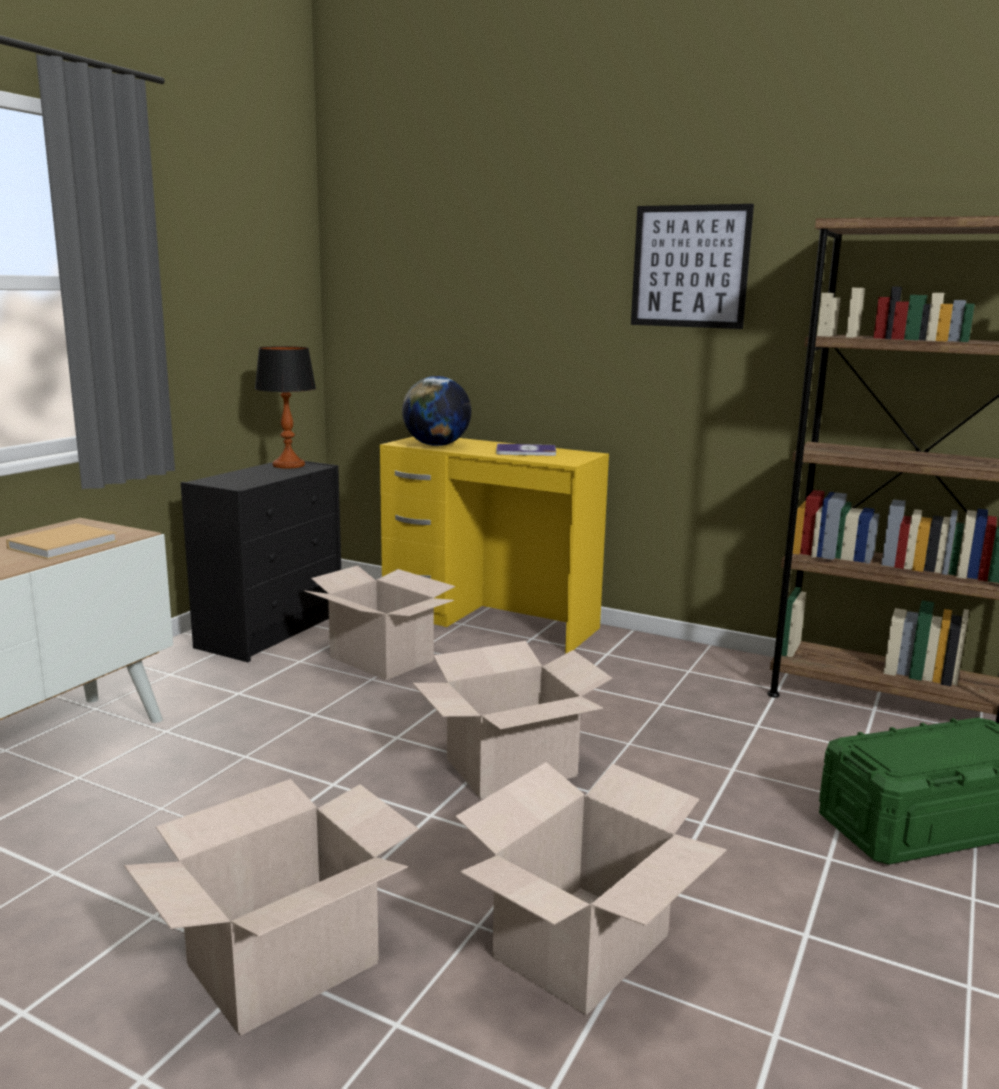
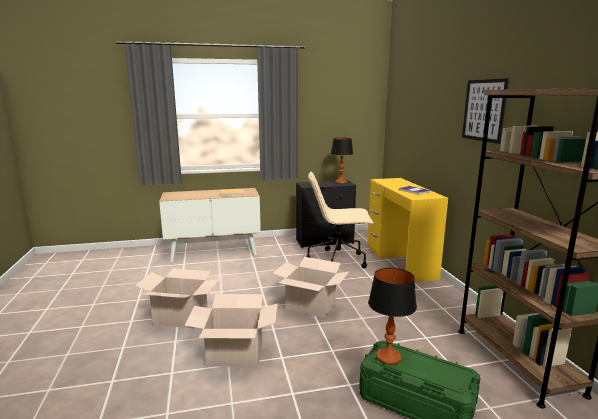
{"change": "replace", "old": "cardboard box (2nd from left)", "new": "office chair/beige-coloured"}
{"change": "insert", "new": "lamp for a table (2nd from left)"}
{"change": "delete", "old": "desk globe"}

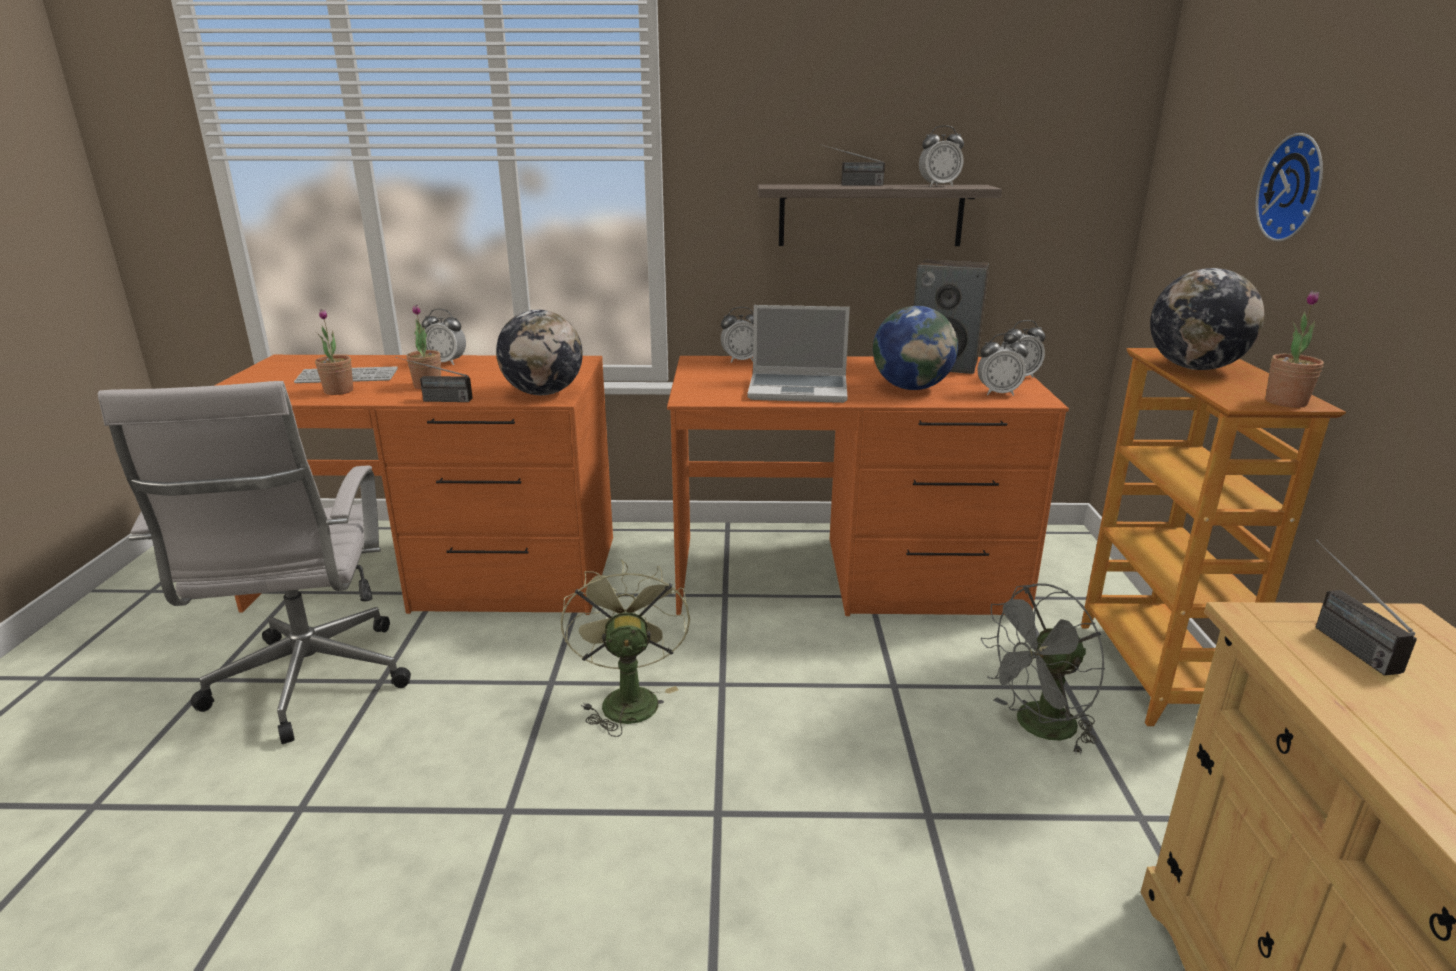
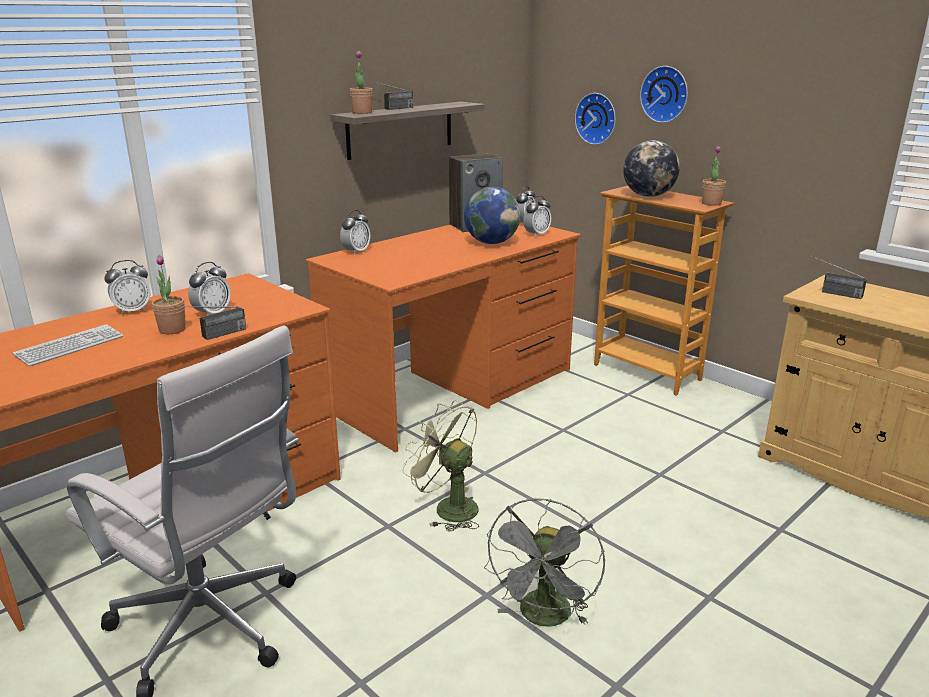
{"change": "move", "old": "alarm clock (3rd from left in the first image)", "new": "alarm clock (2nd from left)"}
{"change": "move", "old": "plant in a pot (1st from left in the first image)", "new": "plant in a pot (2nd from left)"}
{"change": "move", "old": "cooling fan/gray"}
{"change": "insert", "new": "hanging clock (1st from left)"}
{"change": "delete", "old": "desk globe (1st from left)"}
{"change": "delete", "old": "laptop"}

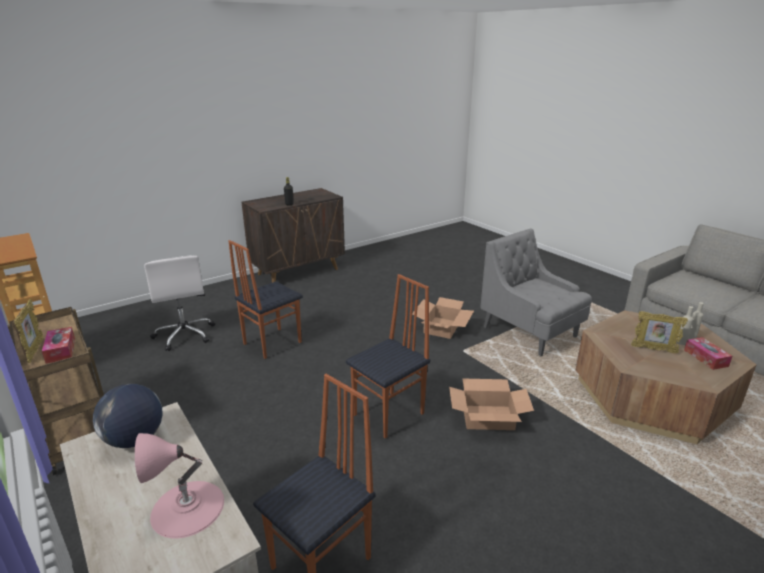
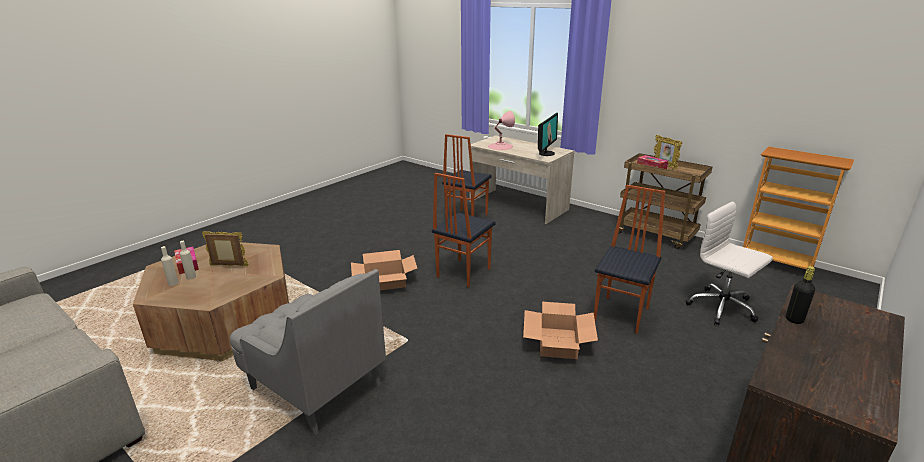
{"change": "move", "old": "cardboard box (1st from left in the first image)", "new": "cardboard box (2nd from left)"}
{"change": "replace", "old": "desk globe", "new": "computer display"}

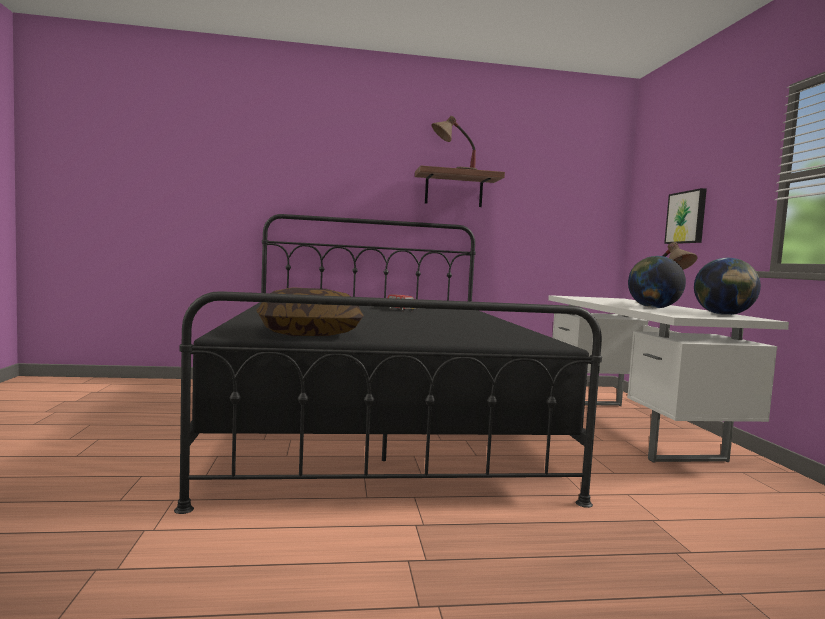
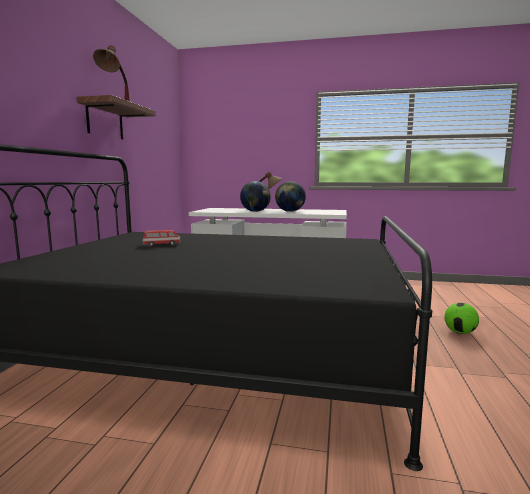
{"change": "move", "old": "desk globe (2nd from left in the first image)", "new": "desk globe (1st from left)"}
{"change": "insert", "new": "football ball"}
{"change": "delete", "old": "pillow"}
{"change": "delete", "old": "wall picture"}

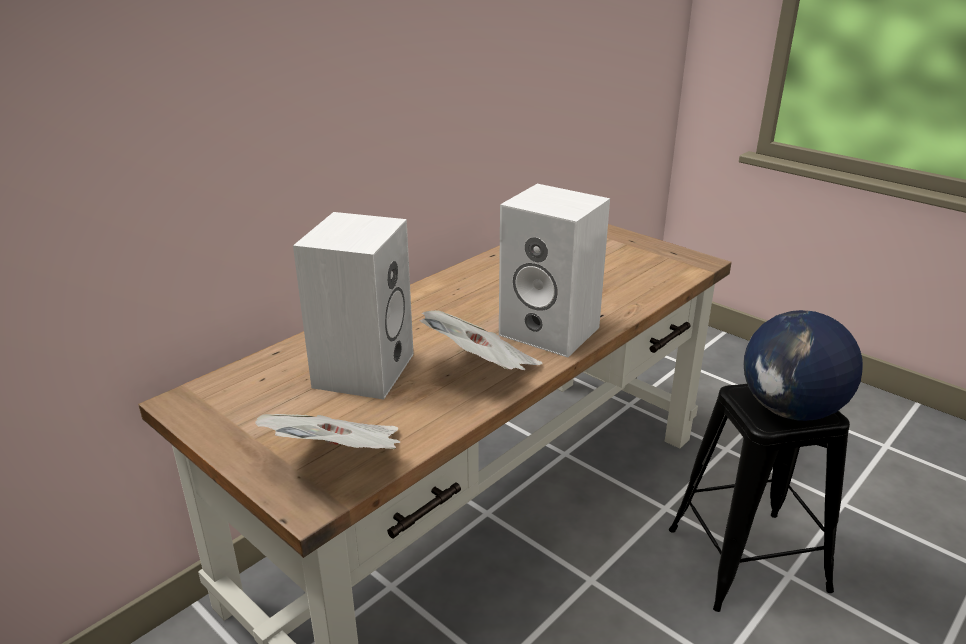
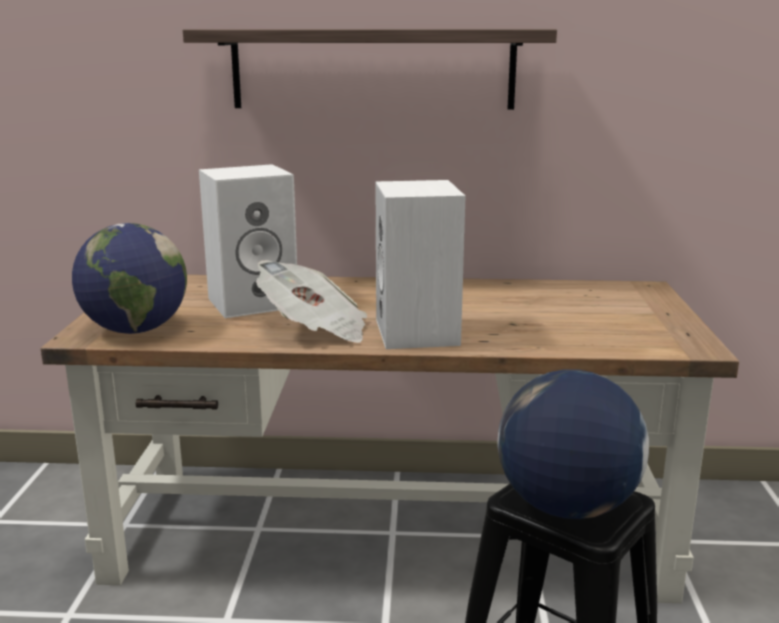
{"change": "replace", "old": "newspaper (1st from left)", "new": "desk globe (1st from left)"}
{"change": "insert", "new": "shelf"}

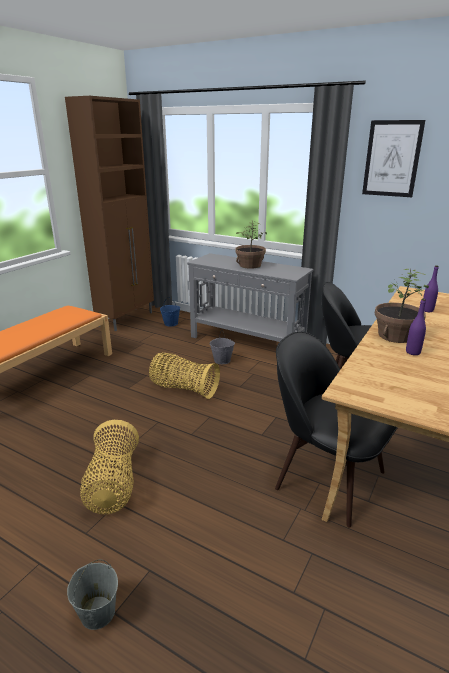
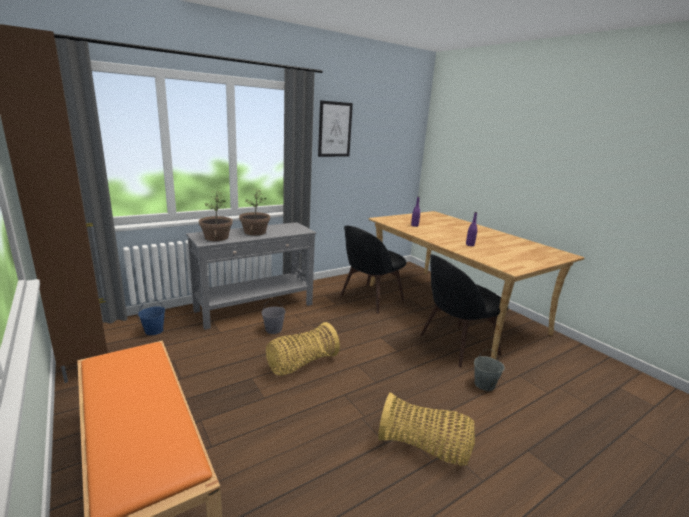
{"change": "move", "old": "plant in a pot (2nd from left in the first image)", "new": "plant in a pot (1st from left)"}
{"change": "move", "old": "pail/gray (1st from left in the first image)", "new": "pail/gray (2nd from left)"}

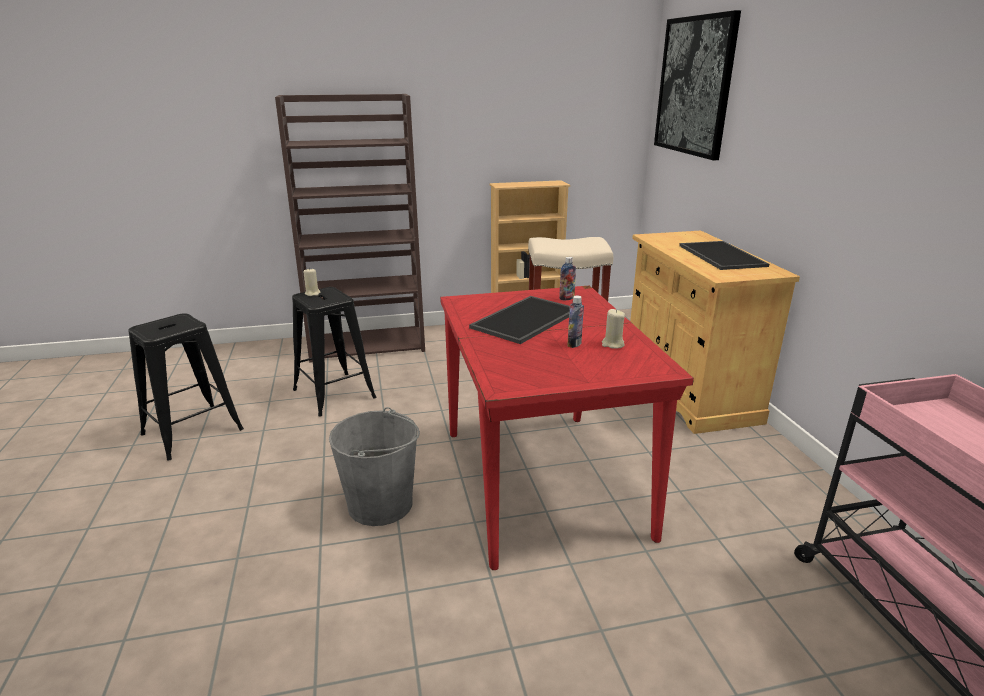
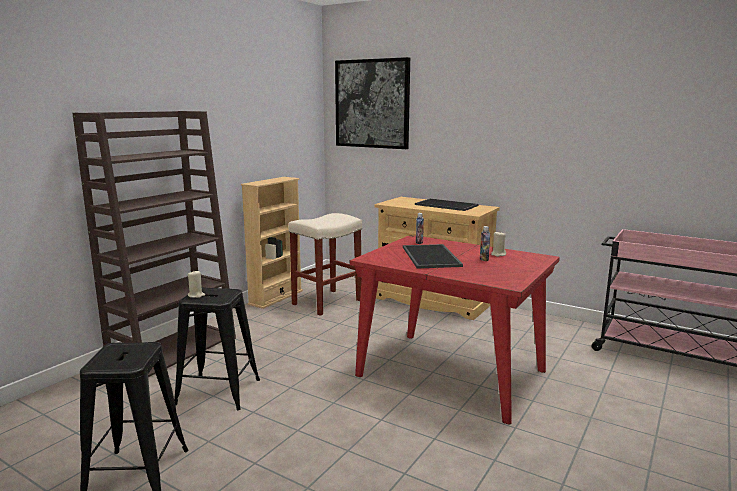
{"change": "delete", "old": "pail/gray"}

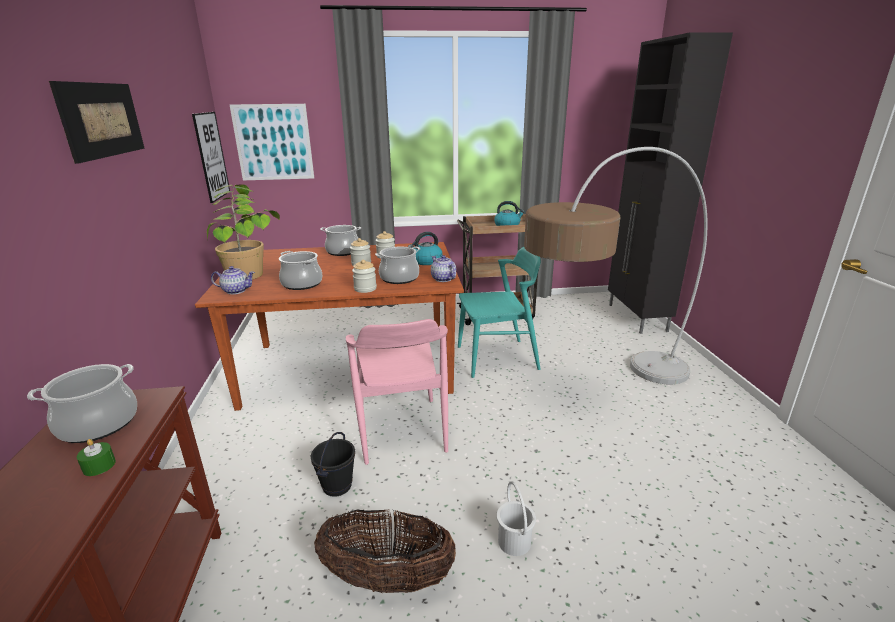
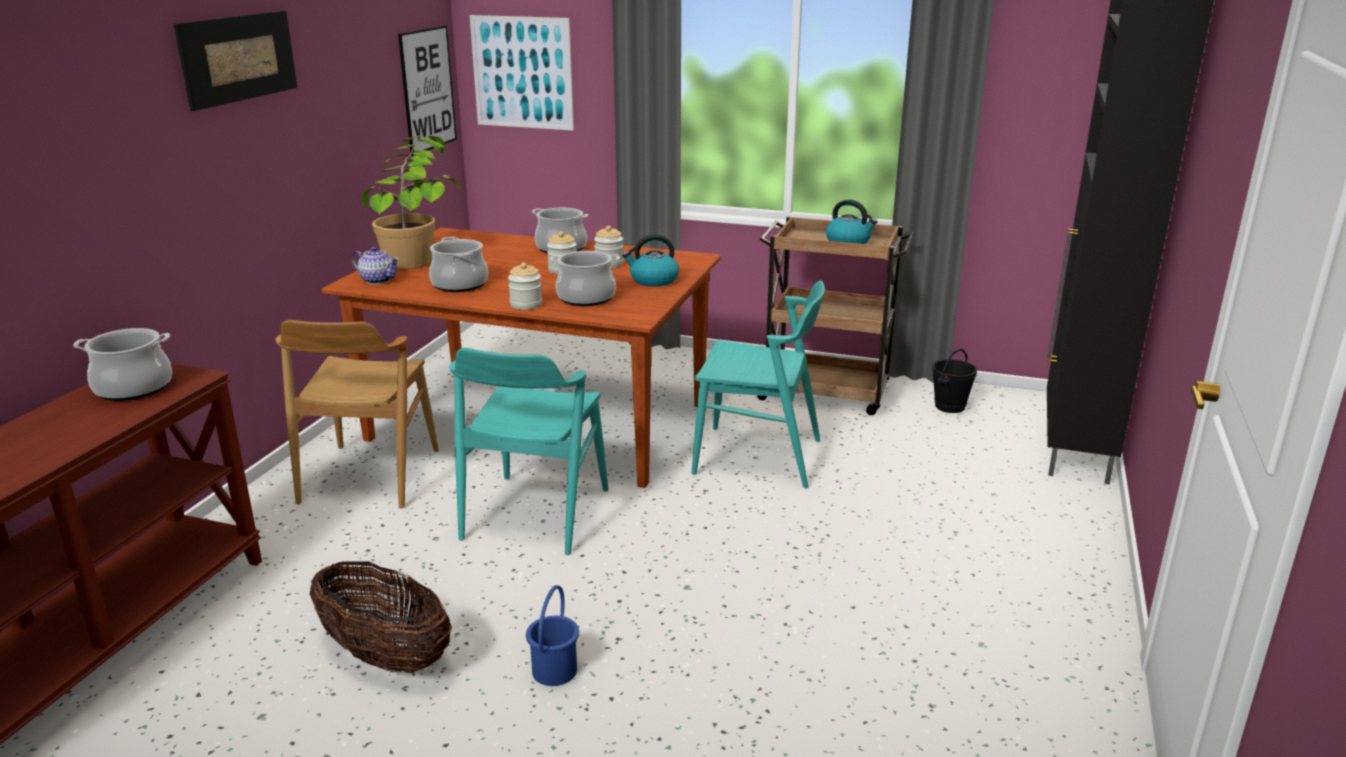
{"change": "insert", "new": "plain chair/brown-coloured"}
{"change": "recolor", "old": "plain chair/pink-coloured", "new": "plain chair/blue-green (1st from left)"}
{"change": "recolor", "old": "pail/white", "new": "pail/bluish"}
{"change": "move", "old": "pail/black"}
{"change": "delete", "old": "candle/green-coloured"}
{"change": "delete", "old": "tea pot (2nd from left)"}
{"change": "delete", "old": "standing lamp"}

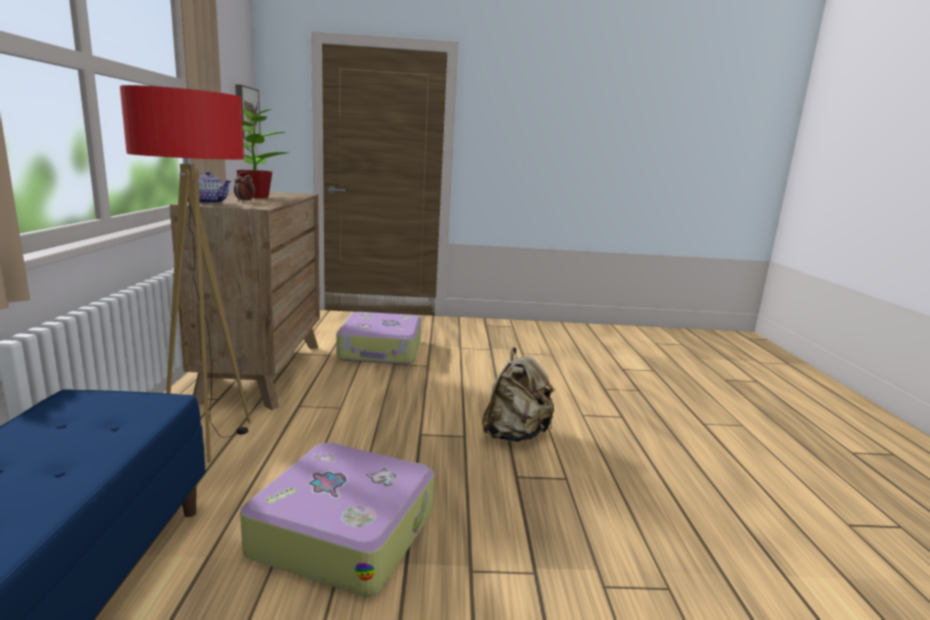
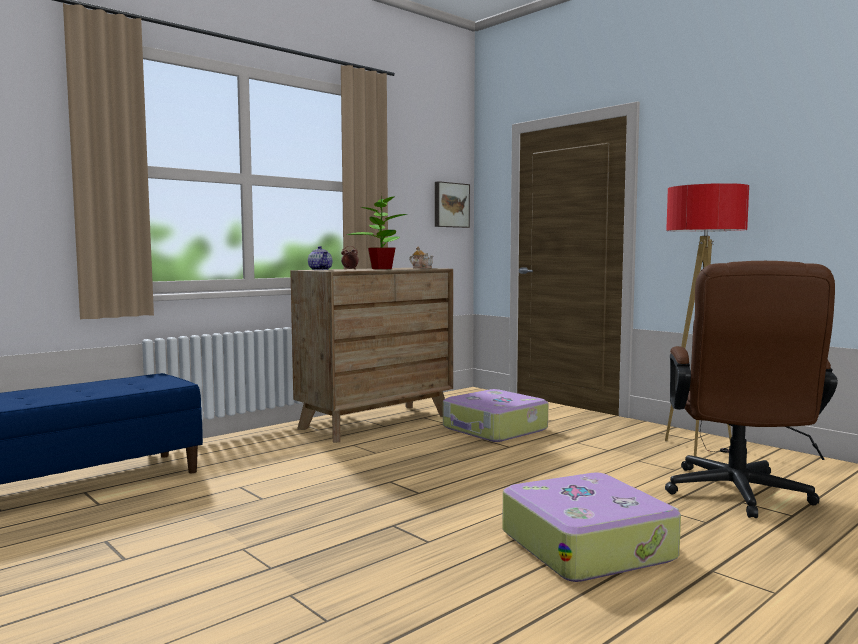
{"change": "insert", "new": "tea pot (2nd from left)"}
{"change": "move", "old": "travel case (1st from left in the first image)", "new": "travel case (2nd from left)"}
{"change": "move", "old": "standing lamp"}
{"change": "insert", "new": "office chair/brown-coloured"}
{"change": "delete", "old": "backpack/beige-coloured"}

